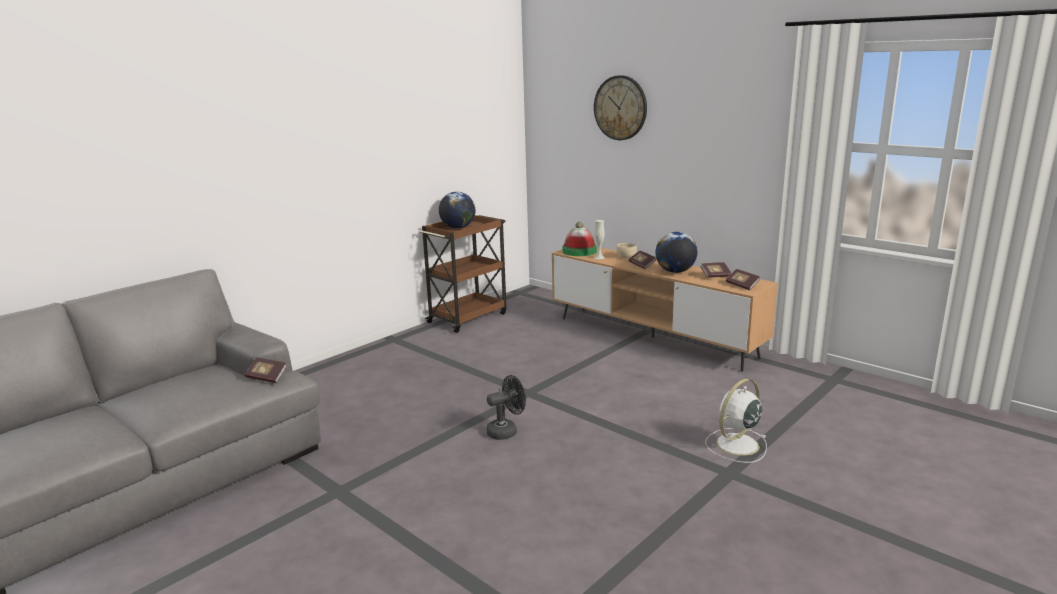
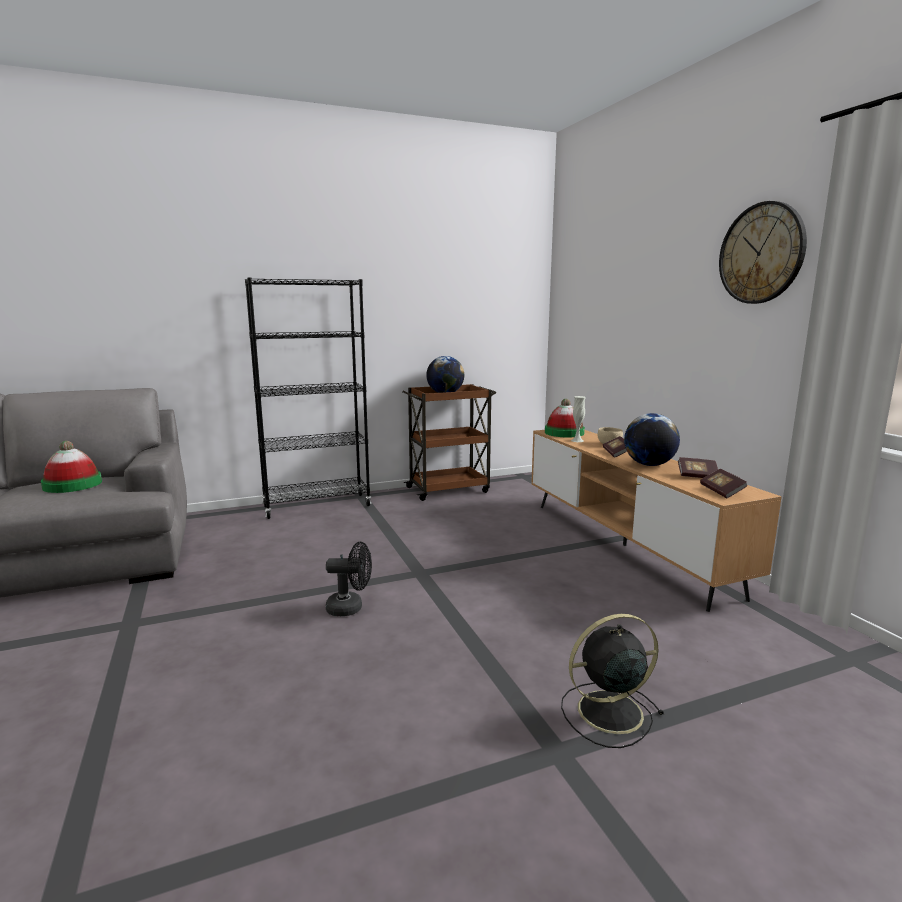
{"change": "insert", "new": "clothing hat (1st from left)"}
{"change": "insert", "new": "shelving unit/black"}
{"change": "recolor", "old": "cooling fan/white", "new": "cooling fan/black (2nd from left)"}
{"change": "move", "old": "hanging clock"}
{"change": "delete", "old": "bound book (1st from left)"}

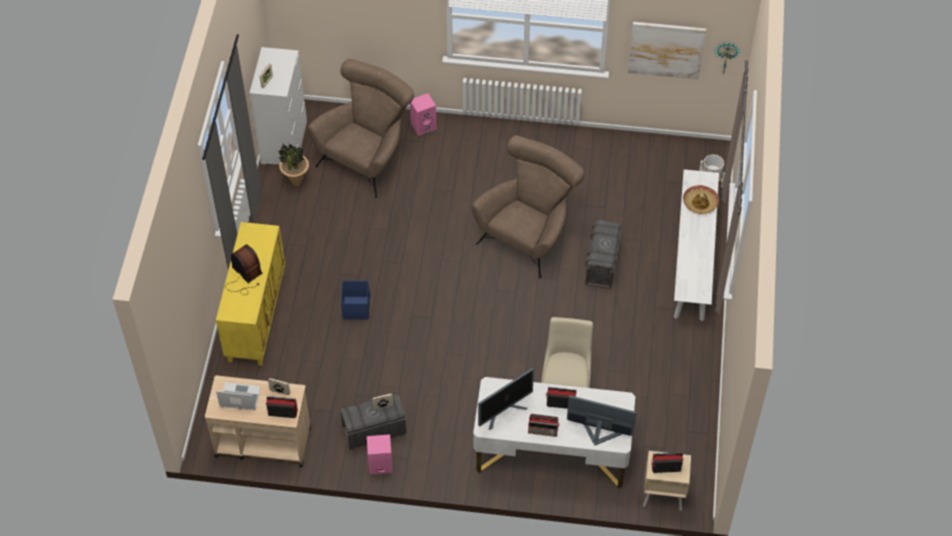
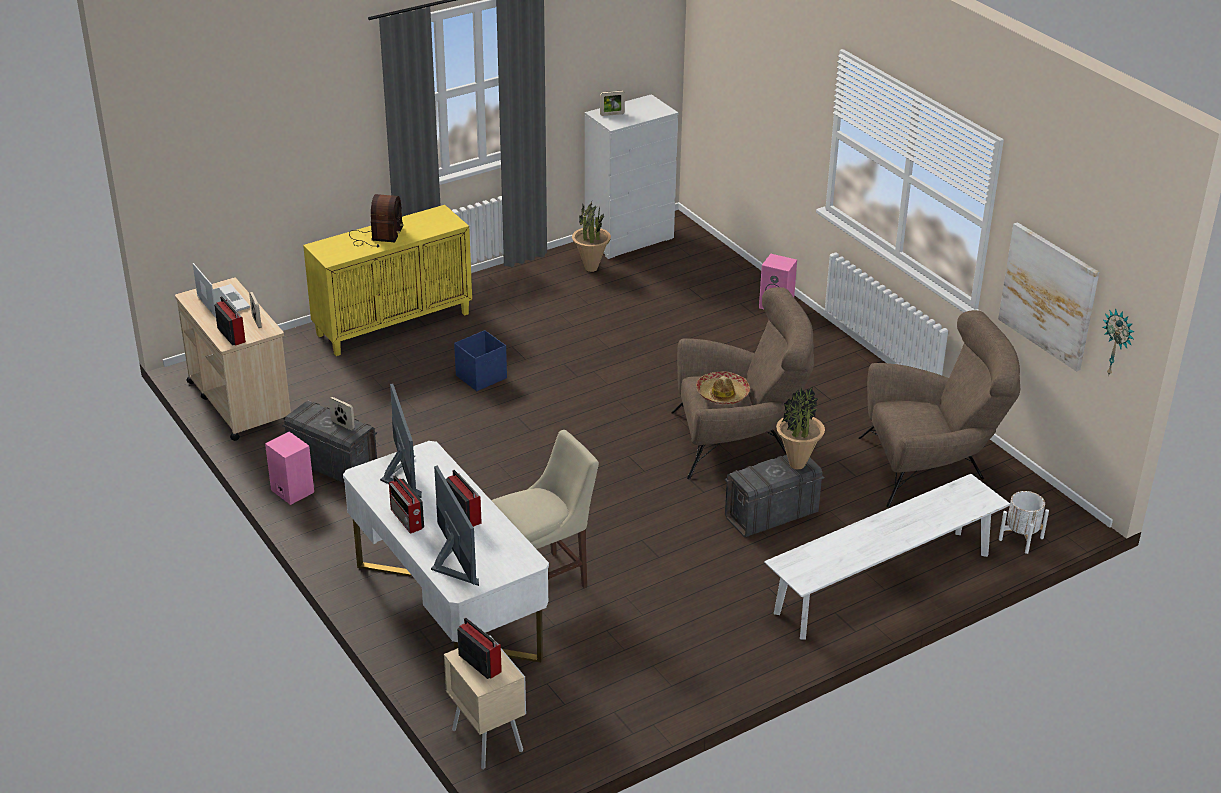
{"change": "rotate", "old": "computer display (1st from left)", "degrees": -120}
{"change": "move", "old": "clothing hat"}
{"change": "insert", "new": "plant in a pot (2nd from left)"}
{"change": "move", "old": "armchair/brown-coloured (1st from left in the first image)", "new": "armchair/brown-coloured (2nd from left)"}

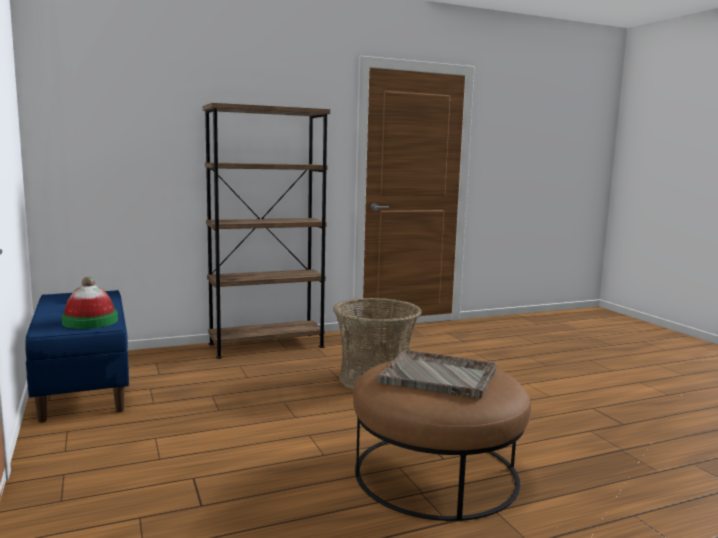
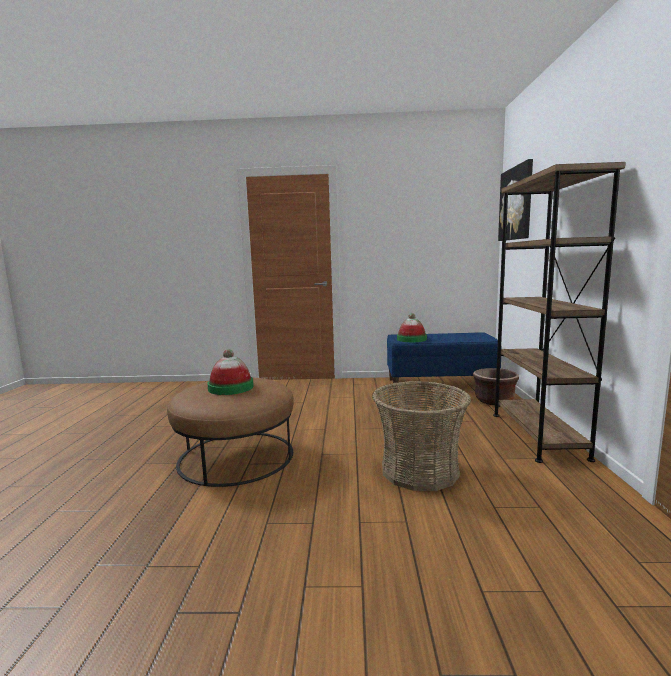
{"change": "replace", "old": "tray/gray", "new": "clothing hat (1st from left)"}
{"change": "insert", "new": "plant pot/brown-coloured"}
{"change": "insert", "new": "wall picture"}

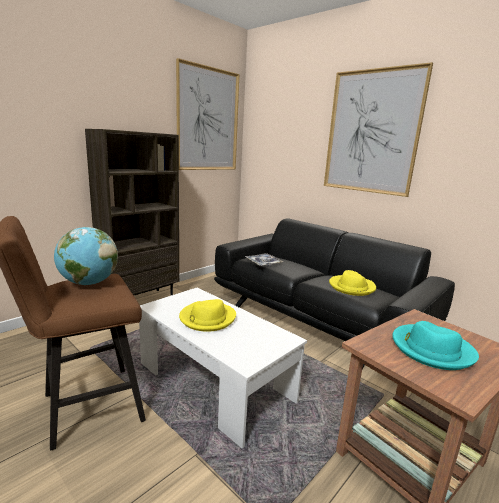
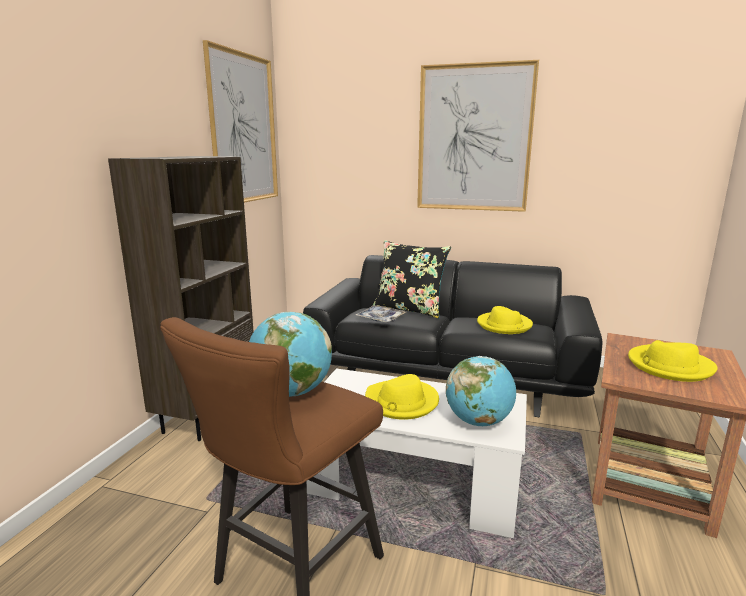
{"change": "insert", "new": "pillow/black"}
{"change": "insert", "new": "desk globe (2nd from left)"}
{"change": "recolor", "old": "clothing hat/blue-green", "new": "clothing hat/yellow-coloured (3rd from left)"}

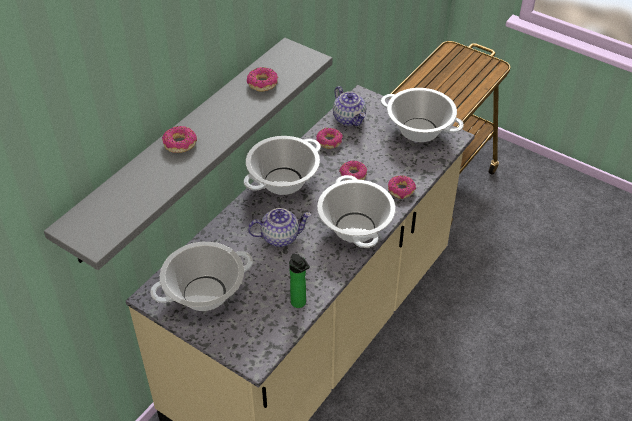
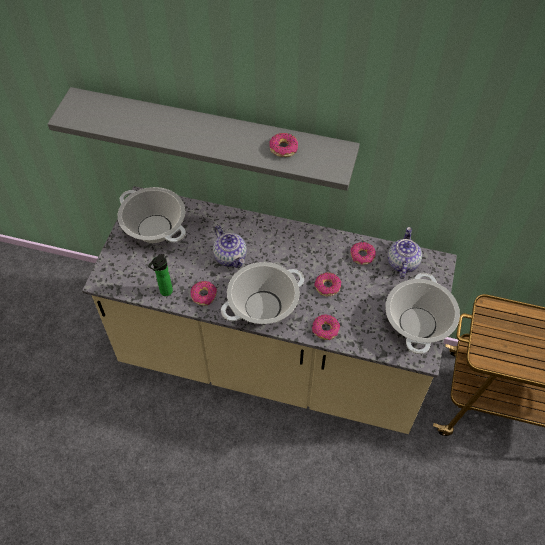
{"change": "move", "old": "ring doughnut (1st from left)"}
{"change": "rotate", "old": "tea pot (2nd from left)", "degrees": 150}
{"change": "delete", "old": "stockpot (2nd from left)"}

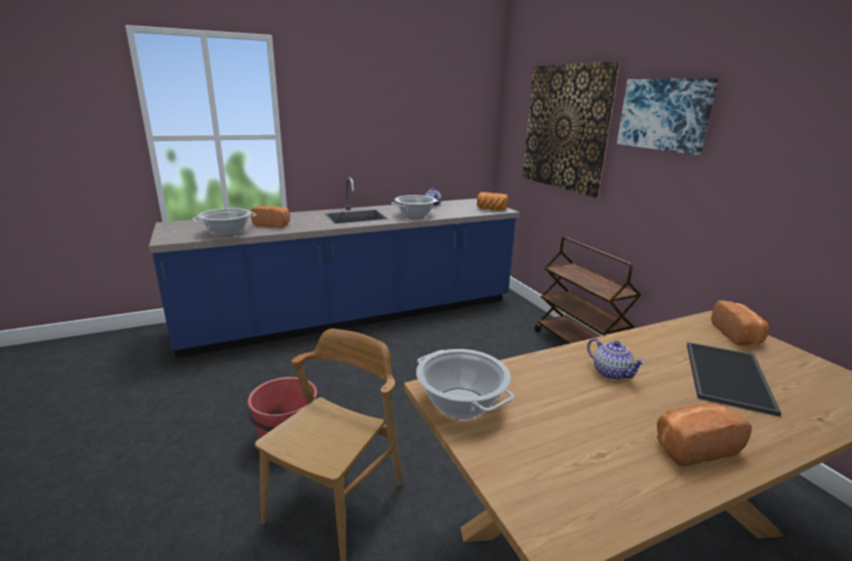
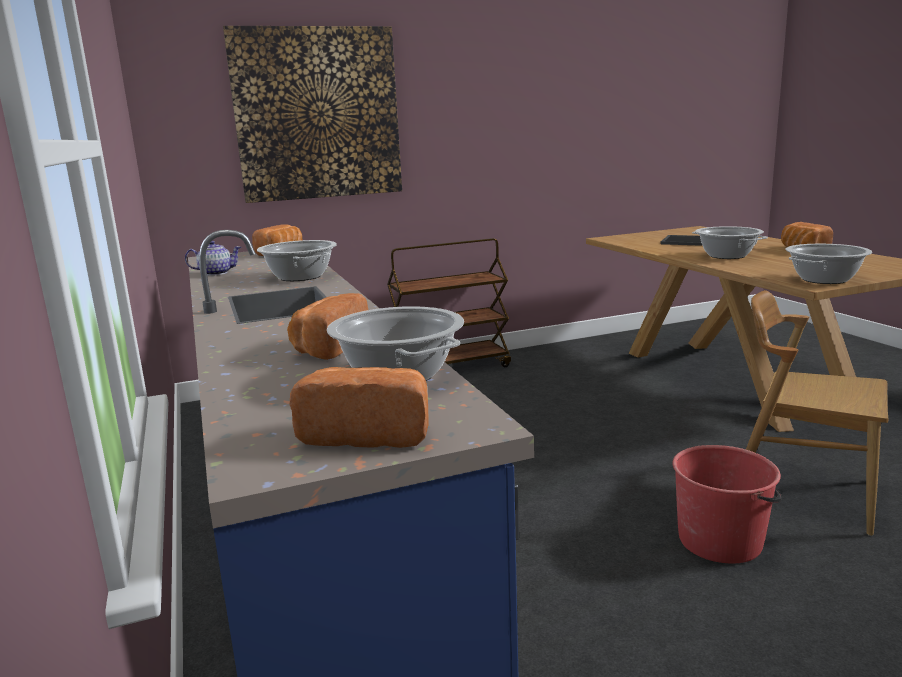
{"change": "move", "old": "bakery bread (4th from left in the first image)", "new": "bakery bread (3rd from left)"}
{"change": "replace", "old": "tea pot (2nd from left)", "new": "stockpot (3rd from left)"}
{"change": "delete", "old": "wall picture (2nd from left)"}

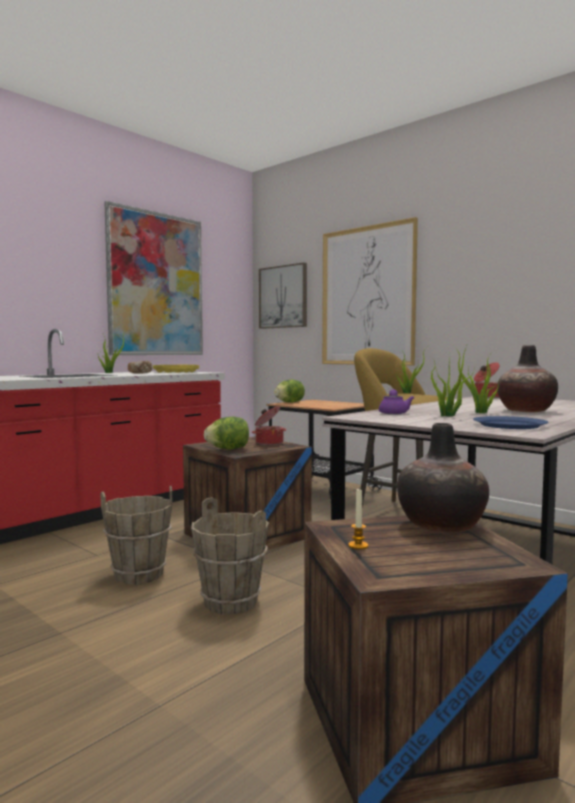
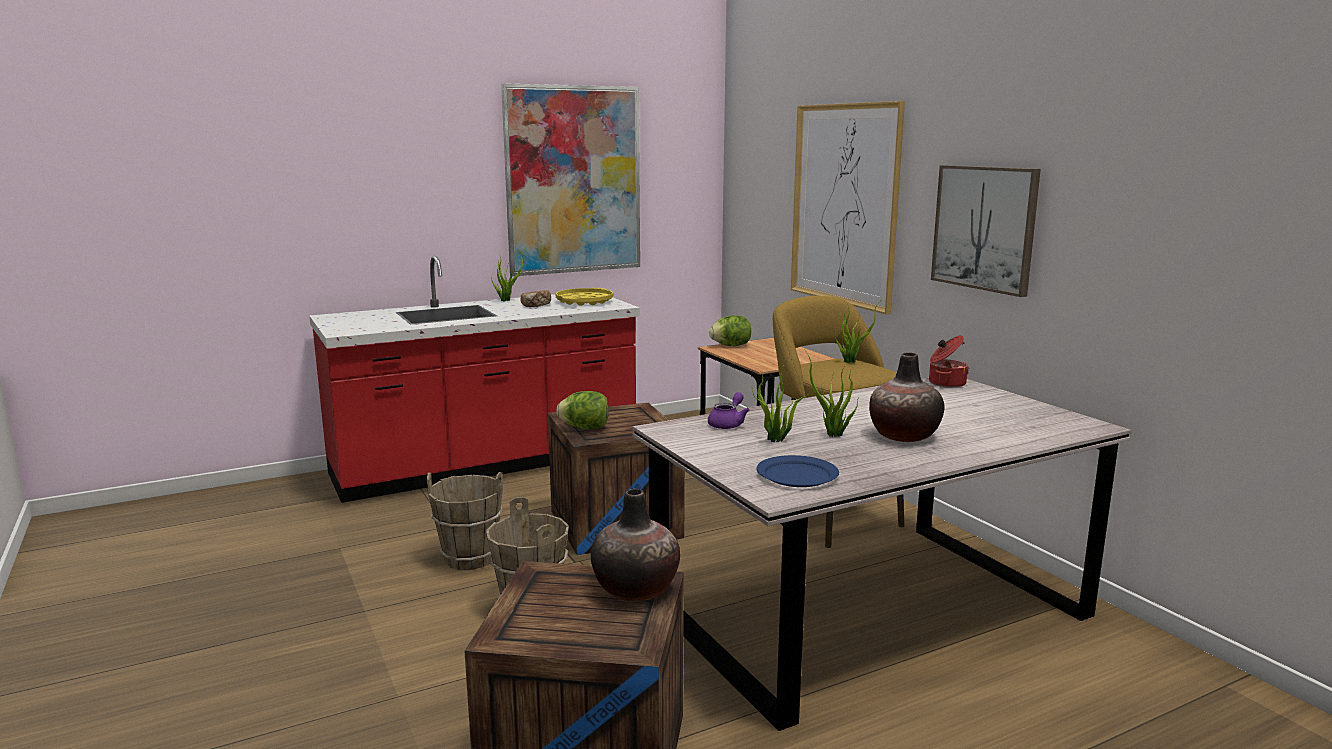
{"change": "move", "old": "wall picture (2nd from left in the first image)", "new": "wall picture (3rd from left)"}
{"change": "delete", "old": "stockpot (1st from left)"}
{"change": "delete", "old": "candle"}

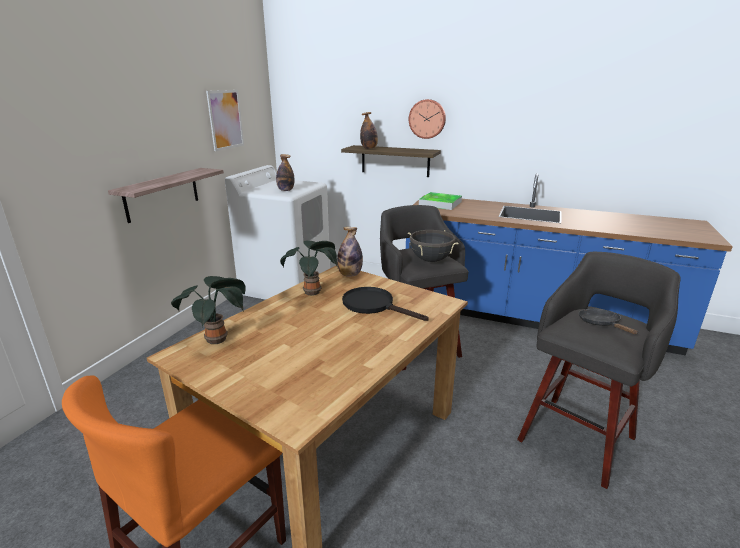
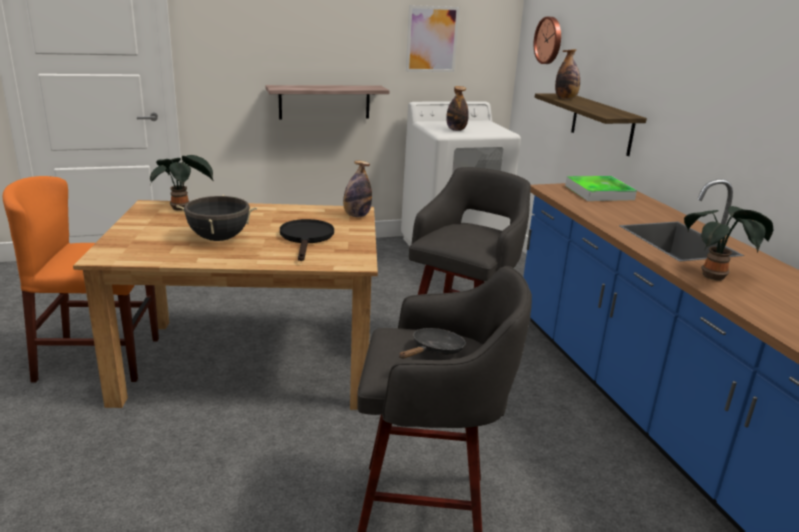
{"change": "move", "old": "stockpot/black"}
{"change": "move", "old": "hanging clock"}
{"change": "move", "old": "plant in a pot (2nd from left)"}

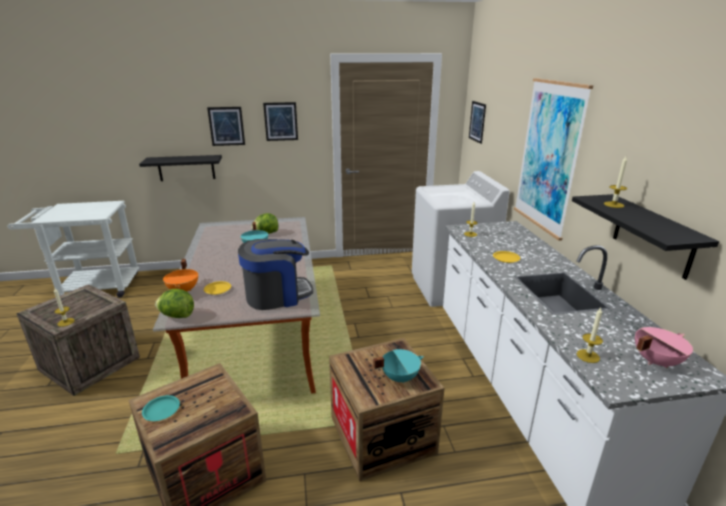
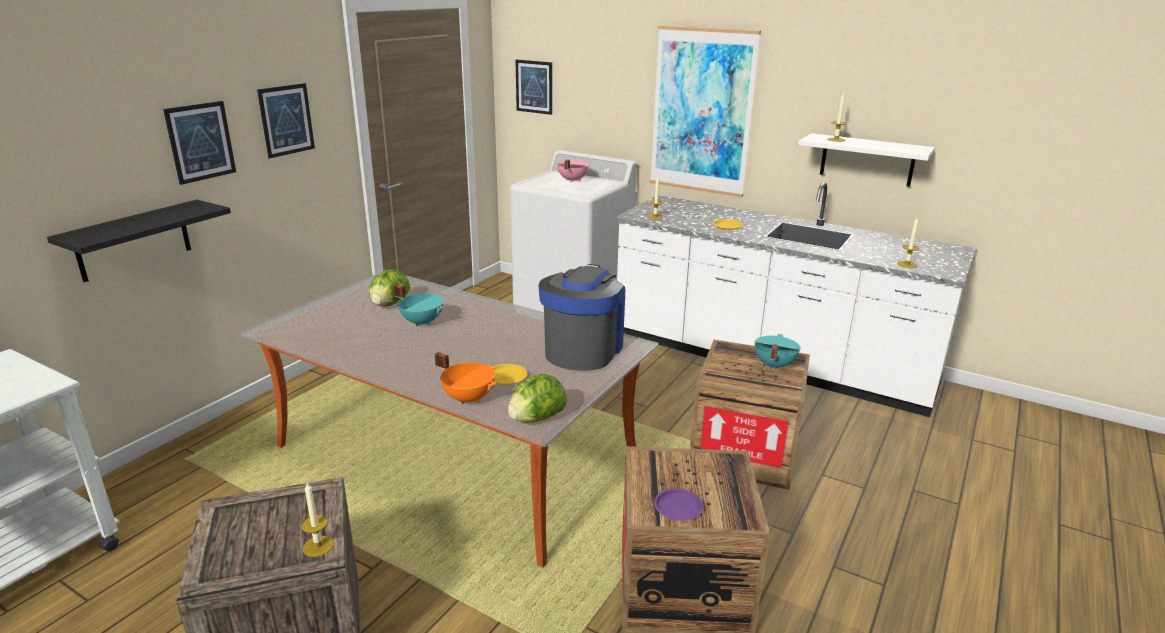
{"change": "move", "old": "stockpot/pink-coloured"}
{"change": "recolor", "old": "plate/blue-green", "new": "plate/purple"}
{"change": "recolor", "old": "shelf/black (2nd from left)", "new": "shelf/white"}

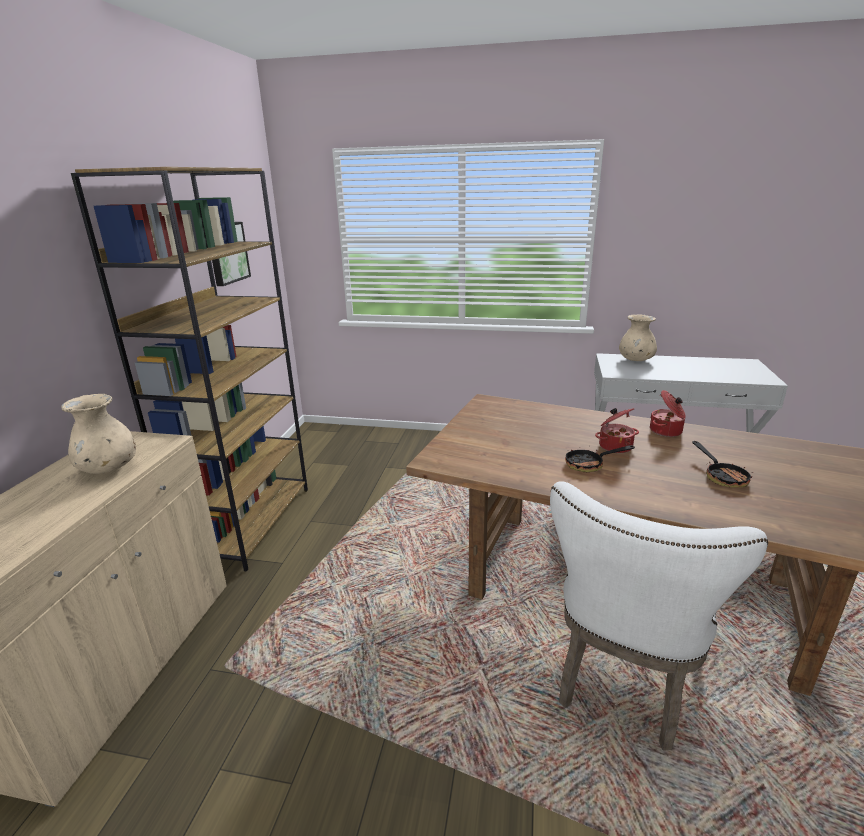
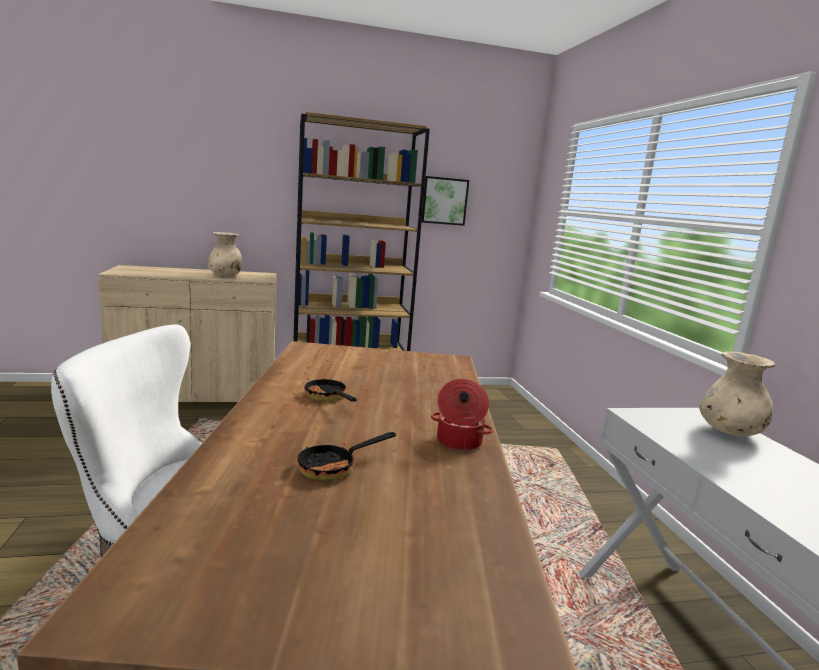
{"change": "delete", "old": "stockpot (1st from left)"}

